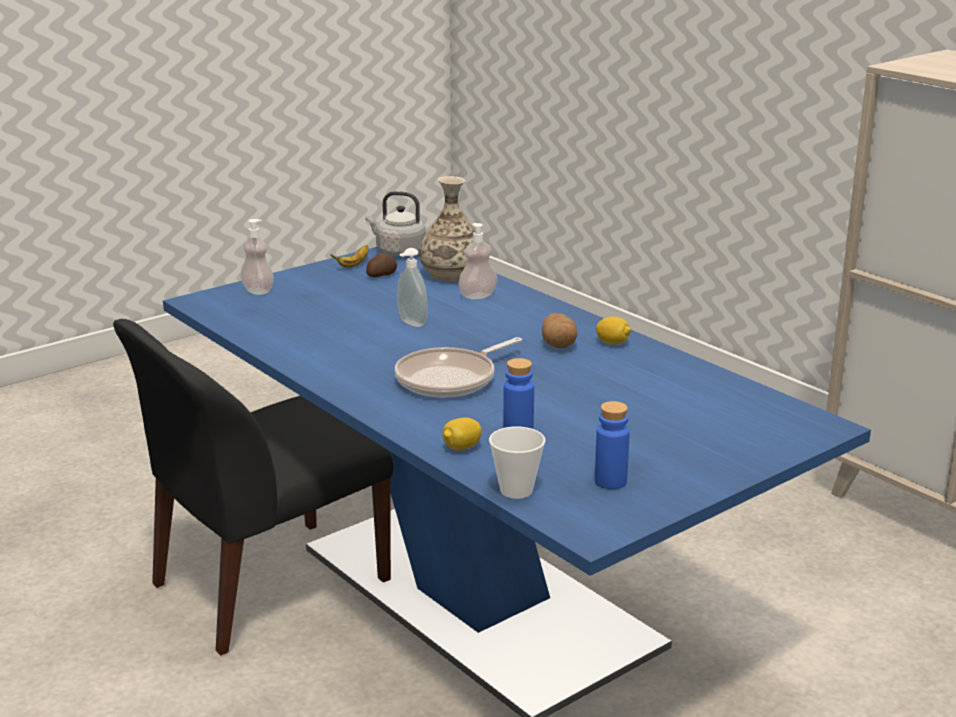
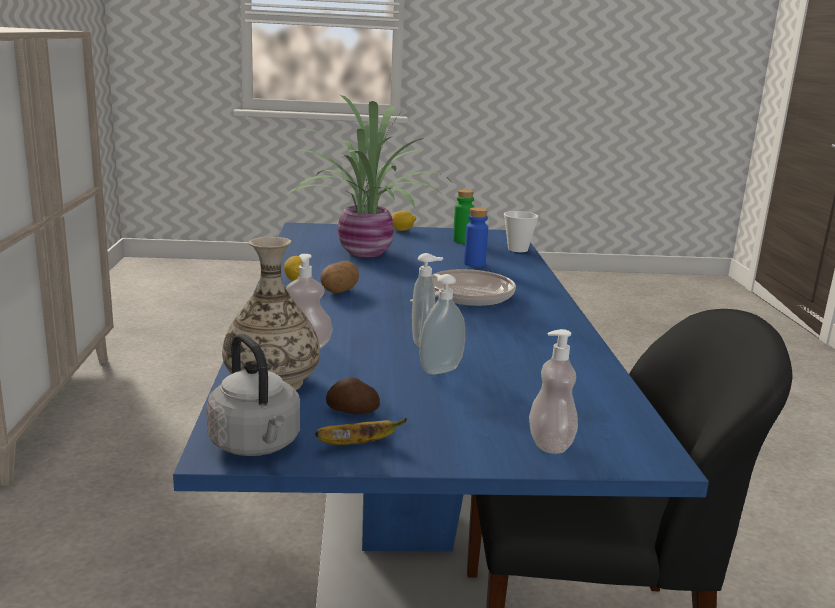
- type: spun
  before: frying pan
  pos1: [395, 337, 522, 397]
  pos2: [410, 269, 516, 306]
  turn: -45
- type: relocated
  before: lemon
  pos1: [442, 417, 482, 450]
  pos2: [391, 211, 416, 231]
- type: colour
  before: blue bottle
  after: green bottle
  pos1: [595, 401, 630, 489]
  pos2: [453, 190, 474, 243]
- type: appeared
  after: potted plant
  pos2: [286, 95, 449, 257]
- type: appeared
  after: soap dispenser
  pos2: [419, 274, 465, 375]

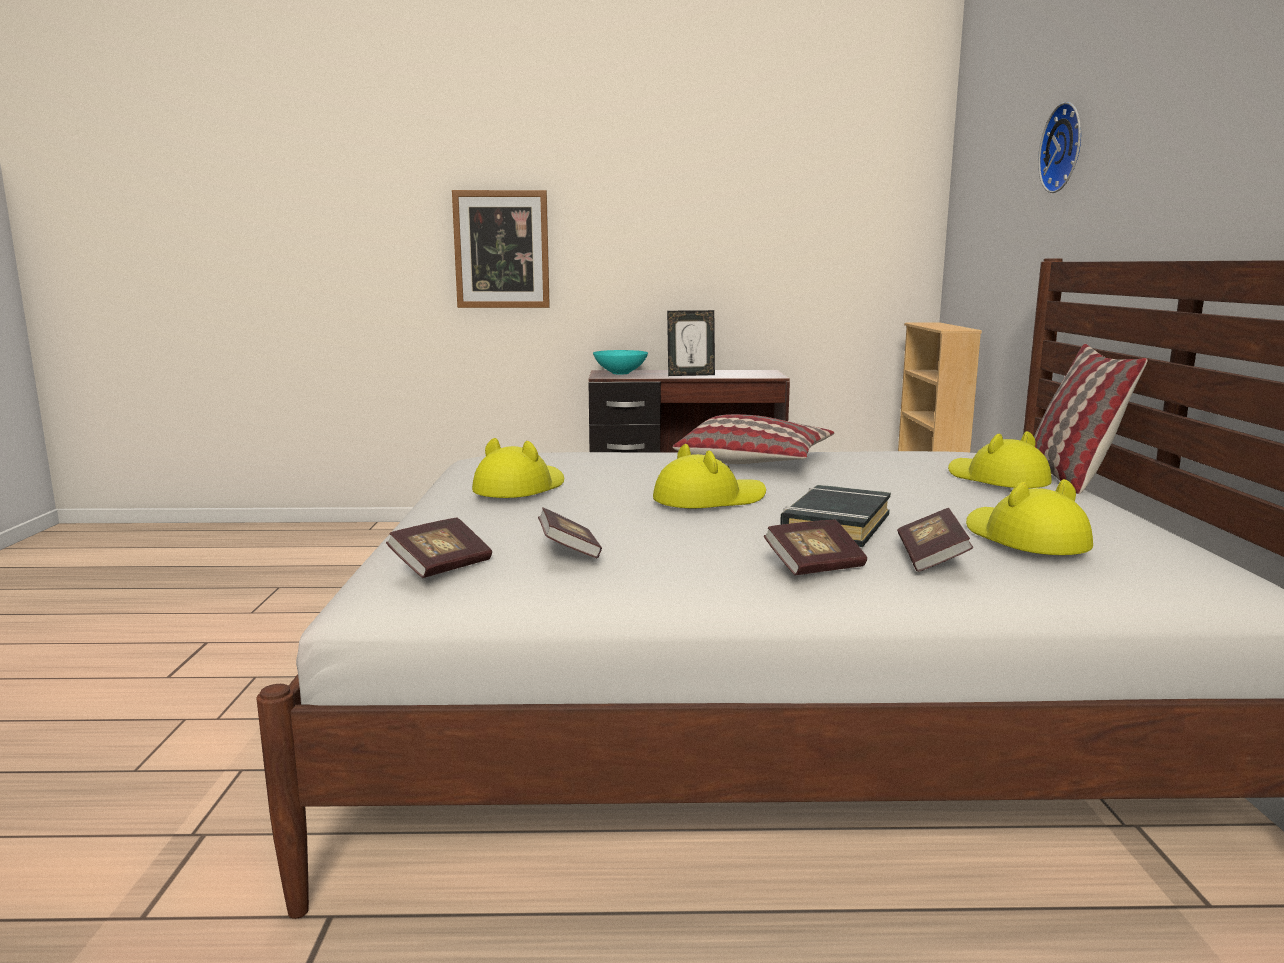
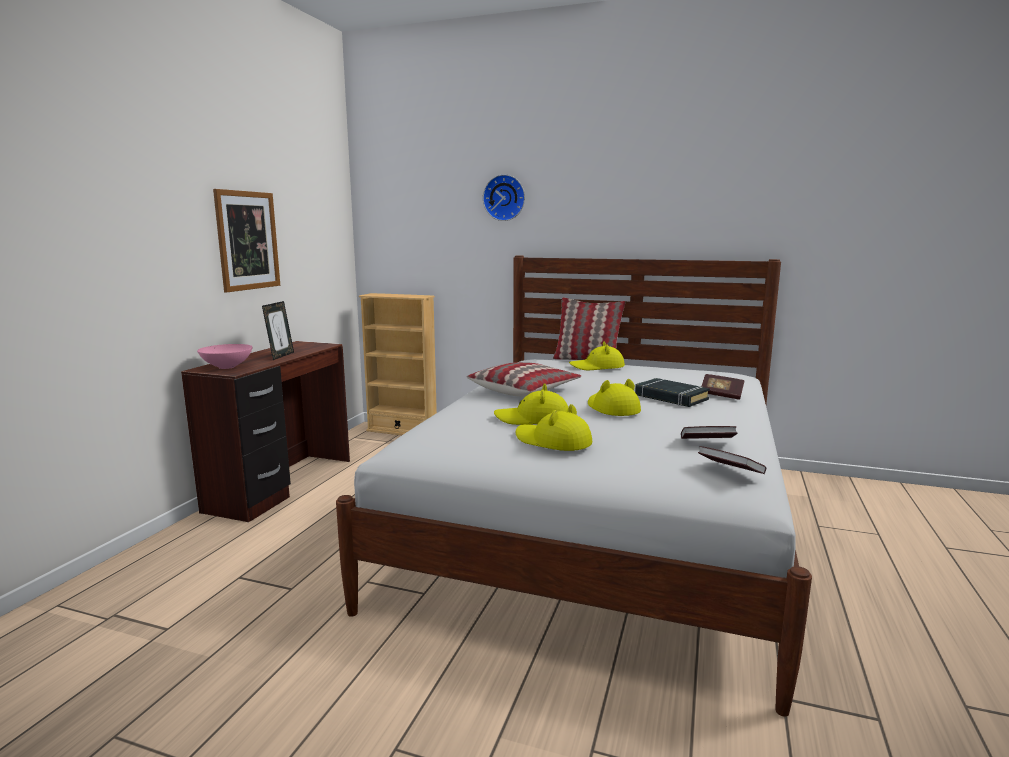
- type: relocated
  before: picture
  pos1: [452, 190, 550, 308]
  pos2: [213, 189, 280, 292]
- type: colour
  before: turquoise bowl
  after: pink bowl
  pos1: [593, 350, 648, 374]
  pos2: [197, 344, 253, 369]
- type: missing
  before: book
  pos1: [764, 520, 867, 575]
- type: relocated
  before: yellow hat
  pos1: [966, 479, 1093, 555]
  pos2: [494, 383, 568, 425]

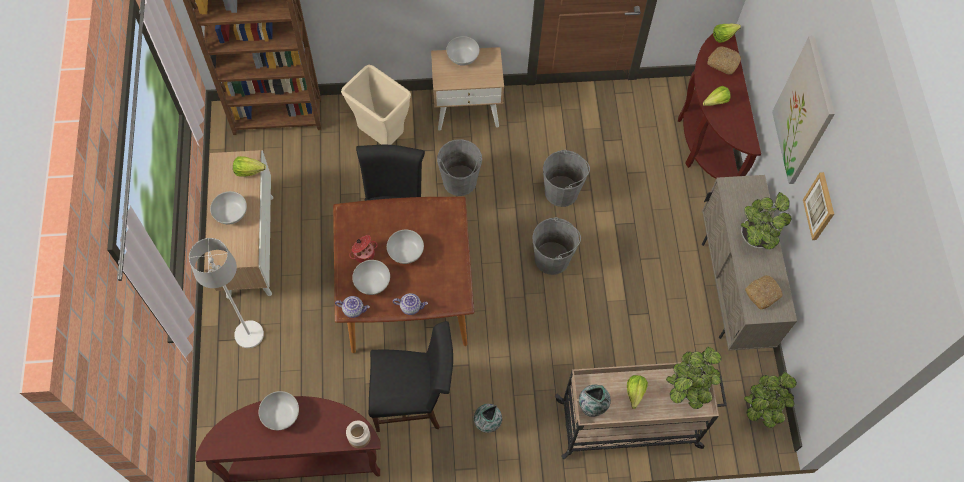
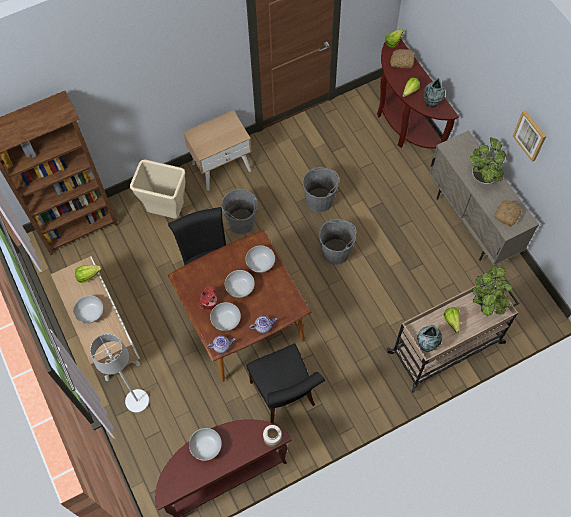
- type: spun
  before: black chair
  pos1: [369, 321, 453, 432]
  pos2: [246, 344, 325, 423]
  turn: 90
- type: relocated
  before: white bowl
  pos1: [446, 36, 480, 66]
  pos2: [246, 245, 275, 273]
- type: relocated
  before: vase
  pos1: [474, 404, 502, 433]
  pos2: [423, 78, 445, 108]
- type: missing
  before: potted plant
  pos1: [744, 372, 797, 428]
- type: missing
  before: picture
  pos1: [772, 36, 835, 184]

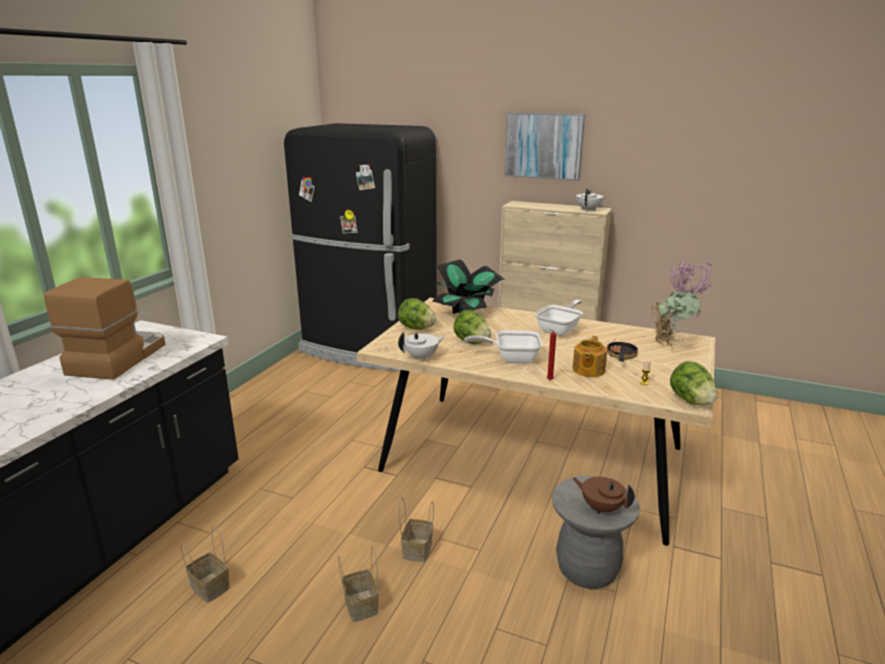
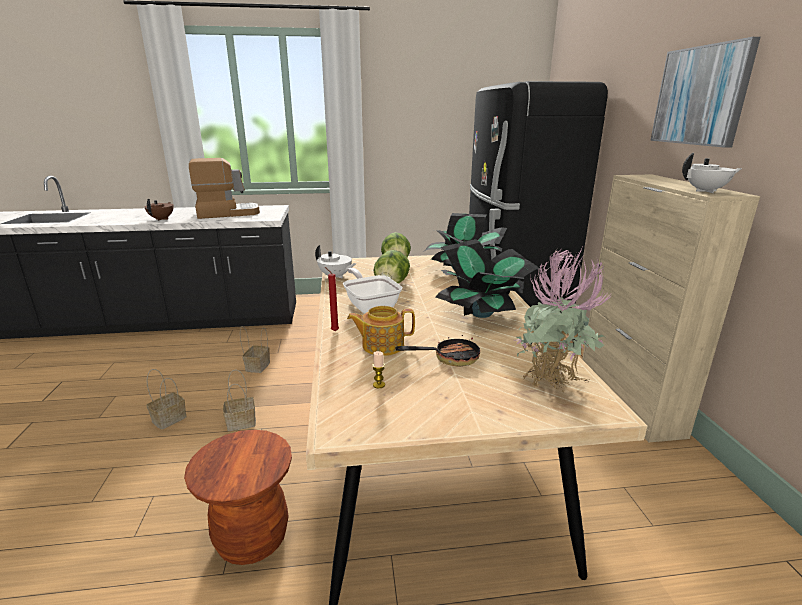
- type: relocated
  before: basket
  pos1: [181, 526, 230, 603]
  pos2: [240, 326, 270, 373]
- type: exchanged
  before: frying pan
  after: potted plant
  pos1: [535, 300, 583, 336]
  pos2: [436, 239, 540, 318]
- type: colour
  before: grey stool
  after: brown stool
  pos1: [552, 476, 640, 589]
  pos2: [184, 430, 292, 565]
- type: relocated
  before: brown teapot
  pos1: [573, 477, 635, 514]
  pos2: [145, 199, 174, 221]
- type: missing
  before: lettuce
  pos1: [670, 361, 717, 405]

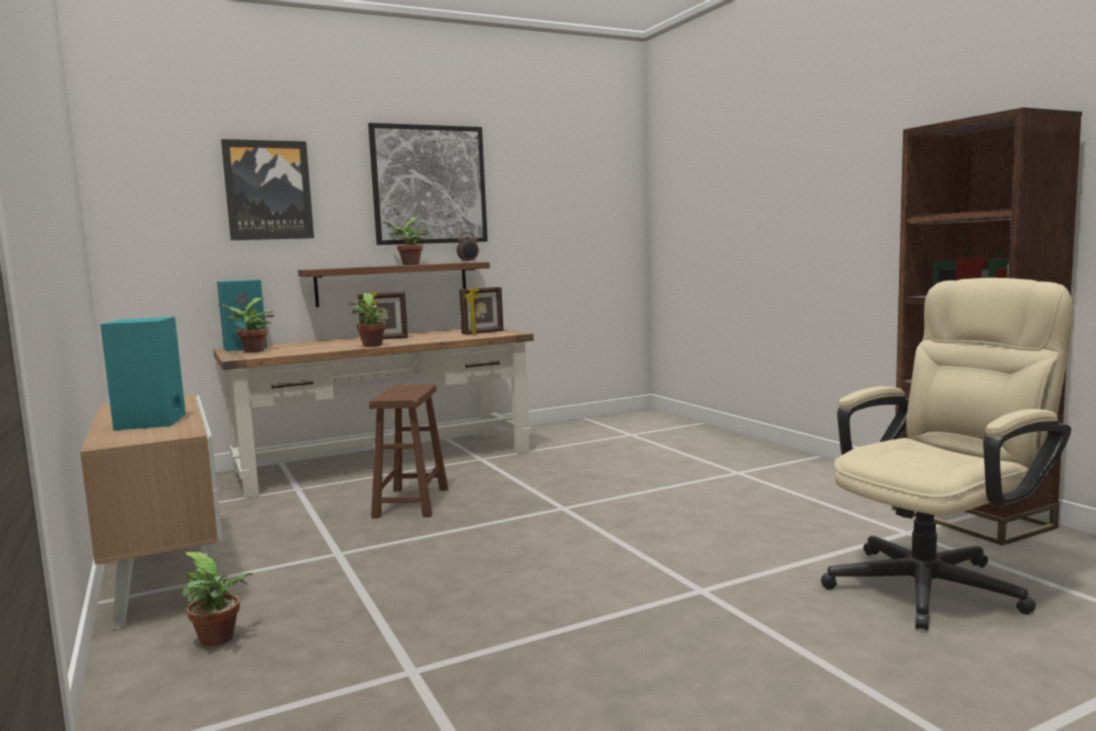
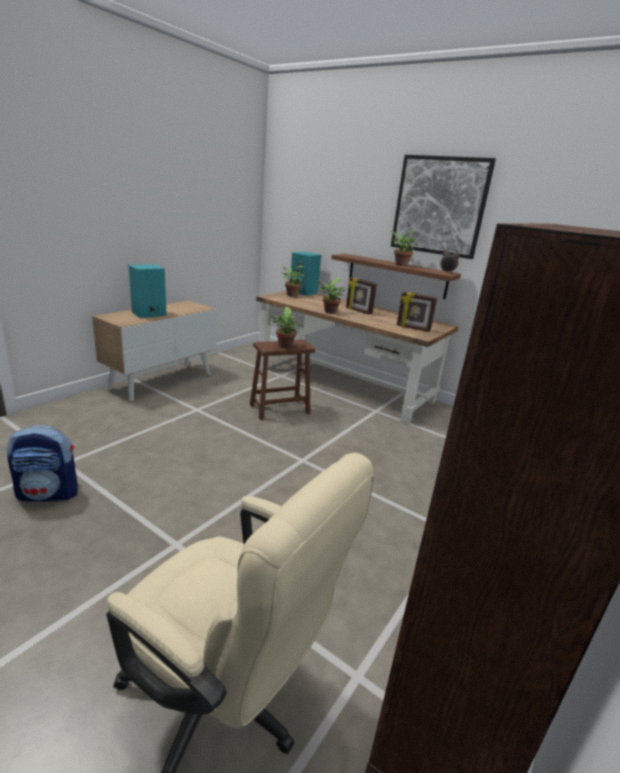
- type: relocated
  before: potted plant
  pos1: [182, 552, 253, 647]
  pos2: [272, 307, 304, 348]
- type: missing
  before: picture
  pos1: [221, 139, 314, 240]
- type: appeared
  after: backpack
  pos2: [7, 425, 78, 502]

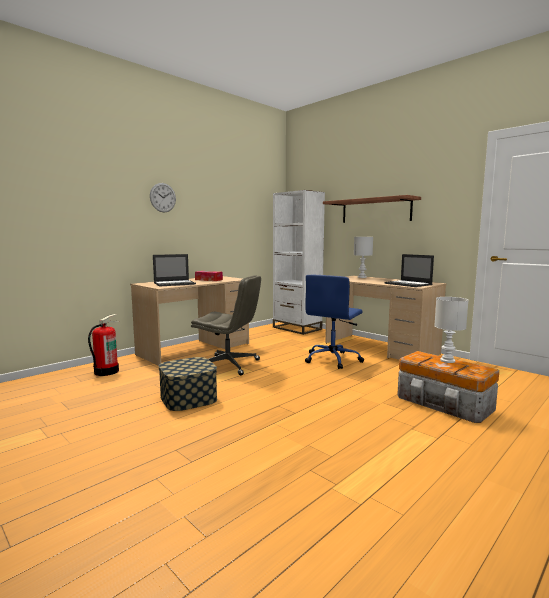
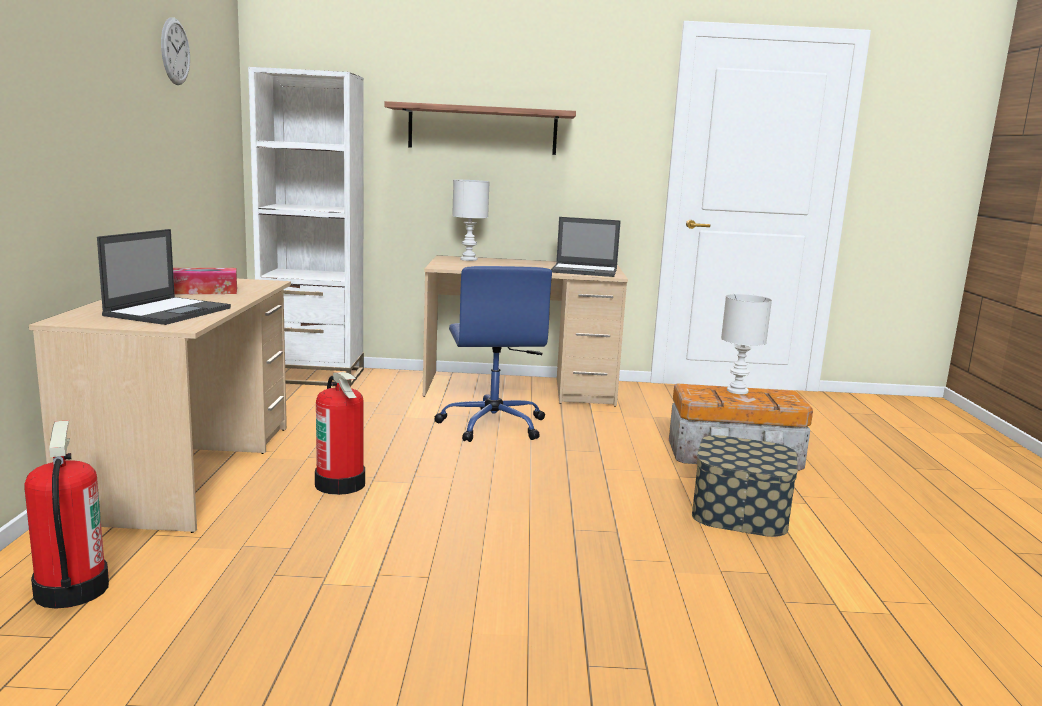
- type: relocated
  before: wall clock
  pos1: [150, 183, 176, 212]
  pos2: [161, 17, 190, 85]
- type: relocated
  before: storage box
  pos1: [159, 357, 217, 411]
  pos2: [692, 435, 798, 537]
- type: exchanged
  before: grey office chair
  after: fire extinguisher
  pos1: [191, 275, 261, 375]
  pos2: [315, 372, 365, 495]

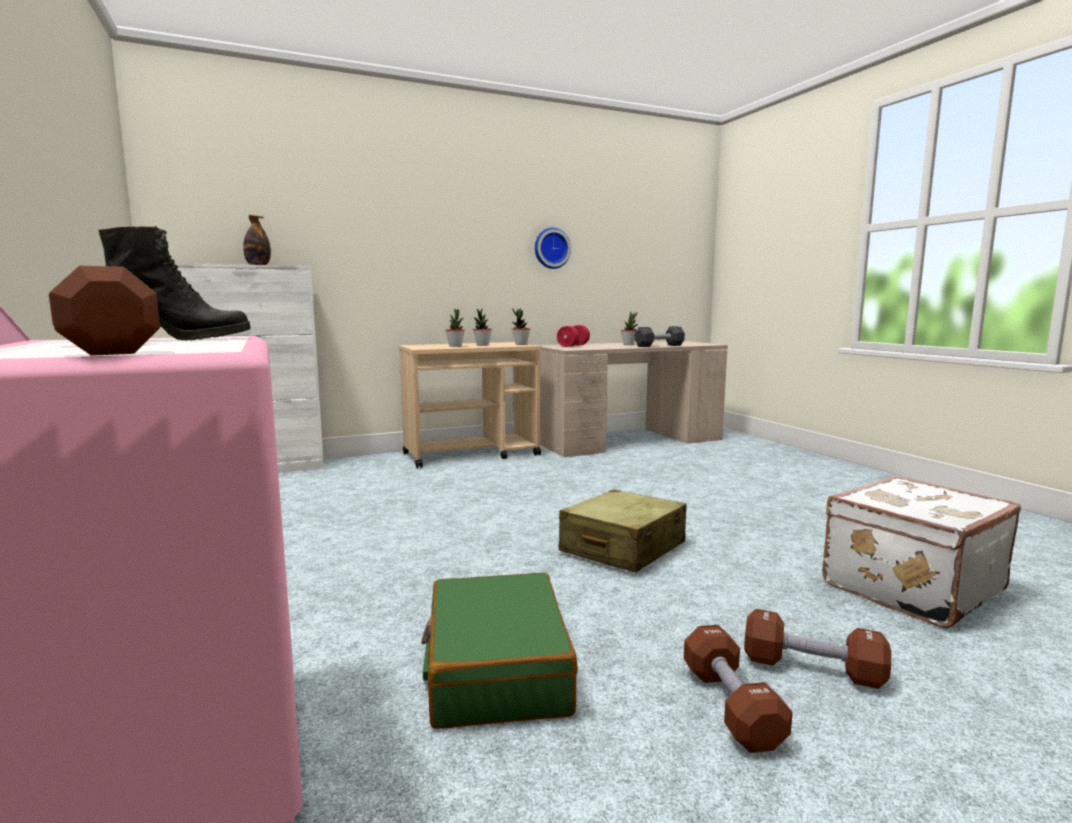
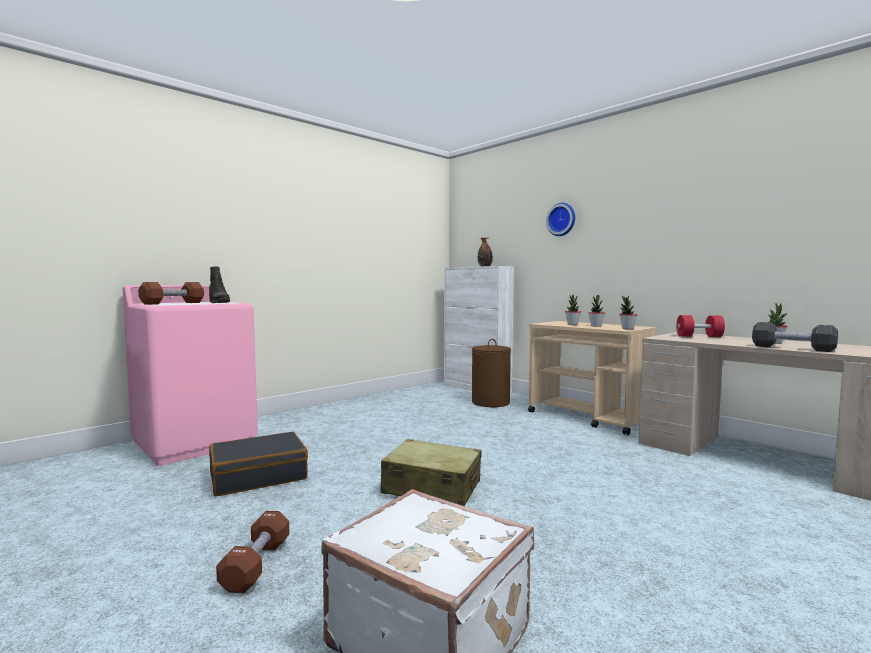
- type: colour
  before: green suitcase
  after: black suitcase
  pos1: [421, 572, 578, 729]
  pos2: [209, 431, 308, 496]
- type: relocated
  before: wall clock
  pos1: [535, 228, 571, 269]
  pos2: [546, 203, 575, 236]
- type: missing
  before: brown dumbbell
  pos1: [684, 625, 793, 753]
- type: appeared
  after: brown laundry basket
  pos2: [472, 339, 511, 407]

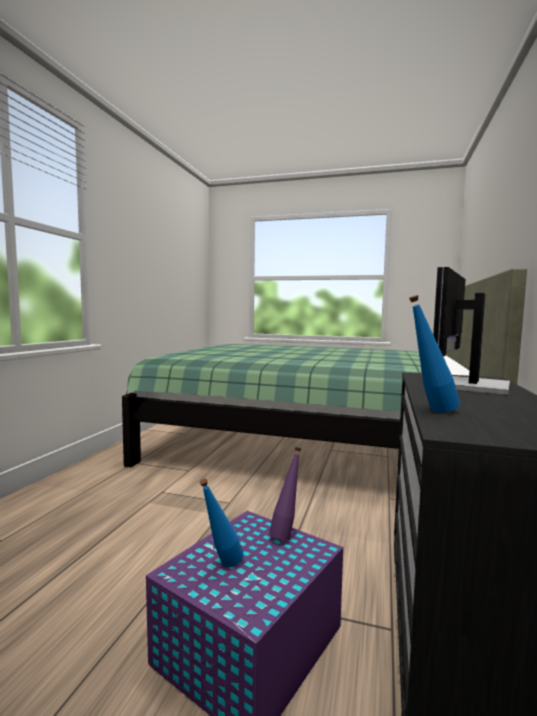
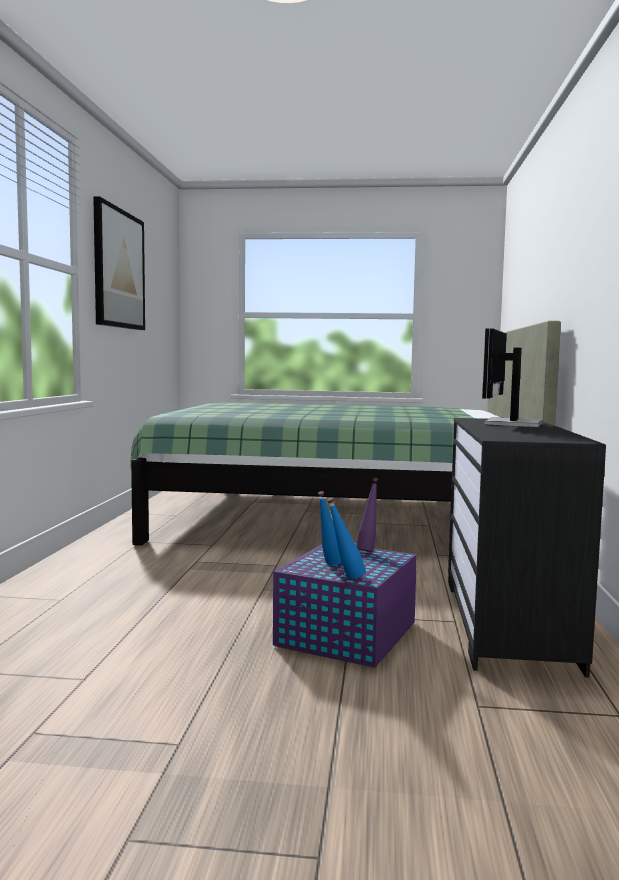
- type: relocated
  before: blue bottle
  pos1: [409, 295, 460, 413]
  pos2: [327, 498, 366, 579]
- type: appeared
  after: picture
  pos2: [93, 196, 145, 330]

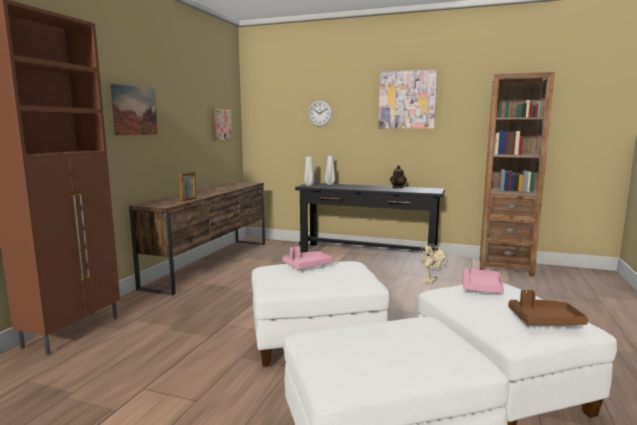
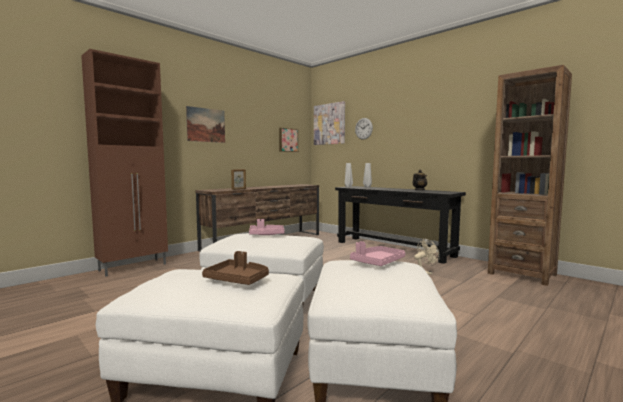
- type: relocated
  before: picture
  pos1: [378, 70, 437, 129]
  pos2: [314, 101, 345, 145]
- type: relocated
  before: brown tray
  pos1: [508, 290, 588, 325]
  pos2: [202, 251, 269, 285]

